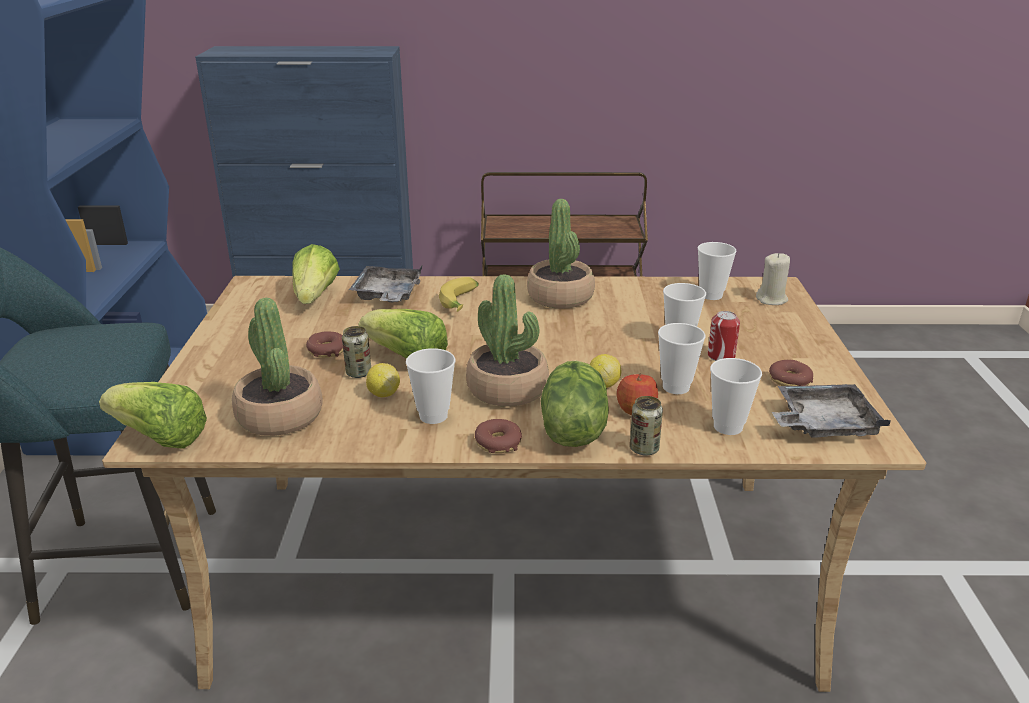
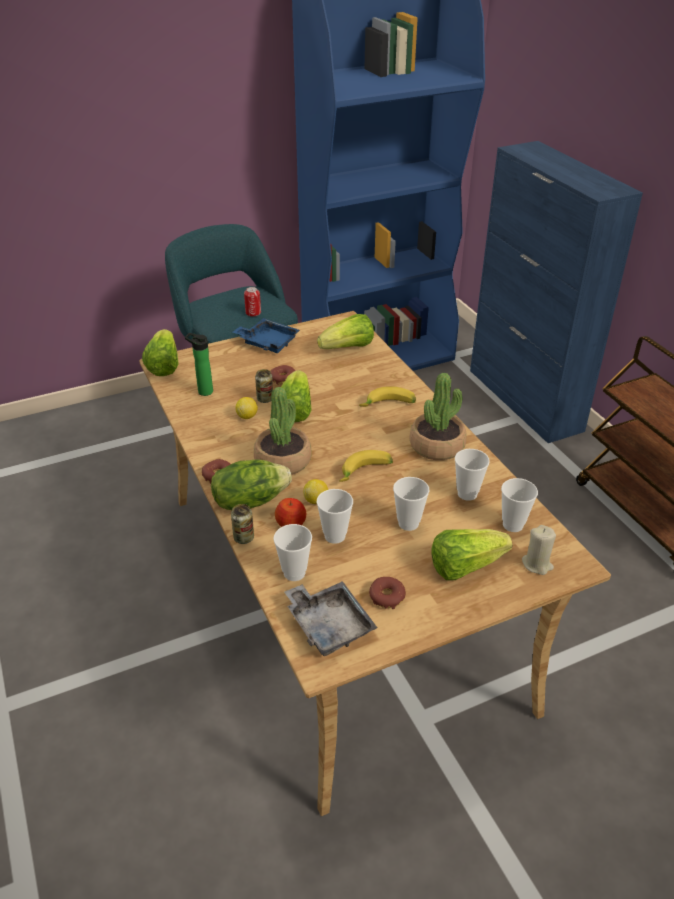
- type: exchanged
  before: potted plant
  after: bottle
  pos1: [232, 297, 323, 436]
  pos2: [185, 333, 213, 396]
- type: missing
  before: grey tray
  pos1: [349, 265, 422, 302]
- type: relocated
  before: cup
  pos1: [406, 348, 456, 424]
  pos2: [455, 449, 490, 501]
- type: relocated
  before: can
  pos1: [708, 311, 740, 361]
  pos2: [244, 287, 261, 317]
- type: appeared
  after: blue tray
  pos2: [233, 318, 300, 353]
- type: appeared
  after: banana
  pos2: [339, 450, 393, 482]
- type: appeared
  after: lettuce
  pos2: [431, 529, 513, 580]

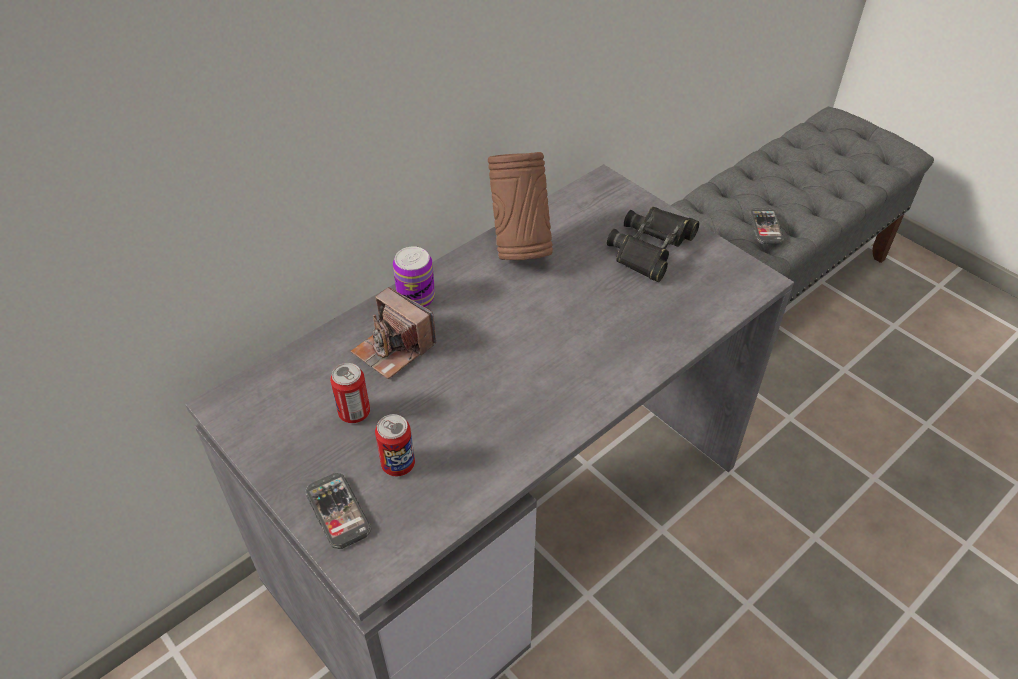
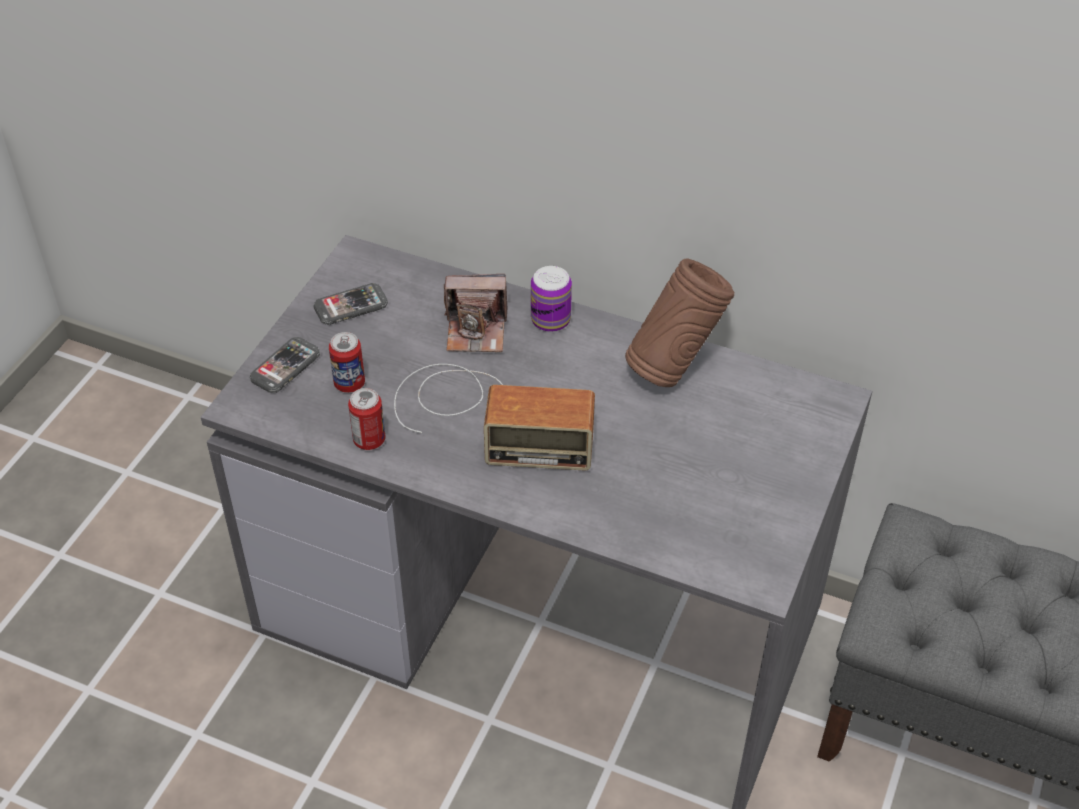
- type: relocated
  before: can
  pos1: [330, 363, 370, 423]
  pos2: [348, 388, 385, 450]
- type: spun
  before: photo camera
  pos1: [351, 287, 437, 379]
  pos2: [444, 274, 507, 352]
  turn: -105
- type: missing
  before: black binoculars
  pos1: [607, 207, 700, 282]
- type: relocated
  before: phone
  pos1: [749, 208, 784, 244]
  pos2: [314, 283, 388, 325]
- type: appeared
  after: radio
  pos2: [394, 364, 595, 471]

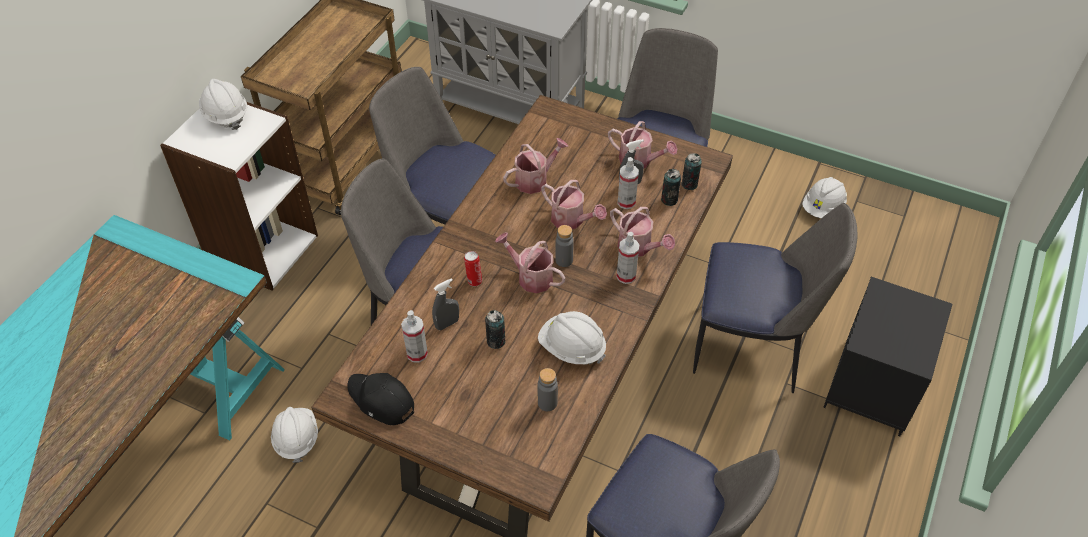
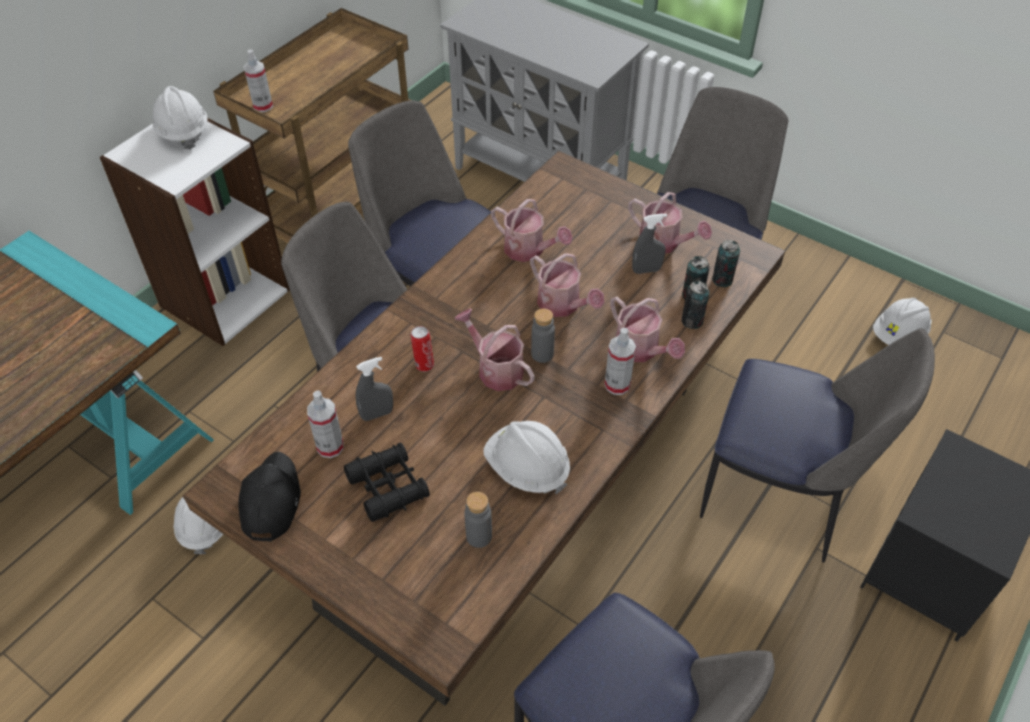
- type: spun
  before: black cap
  pos1: [348, 373, 414, 425]
  pos2: [238, 451, 301, 542]
  turn: 45
- type: relocated
  before: can
  pos1: [485, 310, 505, 349]
  pos2: [682, 281, 710, 329]
- type: spun
  before: watering can
  pos1: [503, 138, 569, 194]
  pos2: [491, 199, 573, 262]
  turn: 60
- type: relocated
  before: spray bottle
  pos1: [617, 157, 639, 209]
  pos2: [244, 49, 273, 112]
- type: appeared
  after: black binoculars
  pos2: [344, 442, 430, 522]

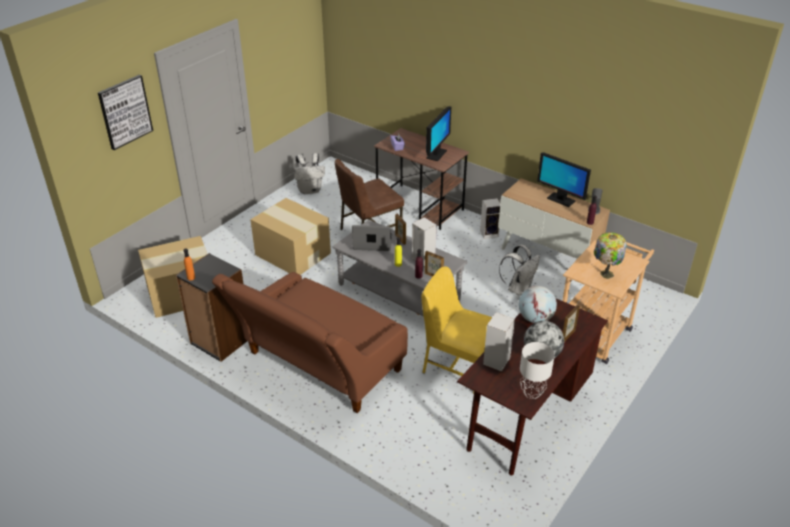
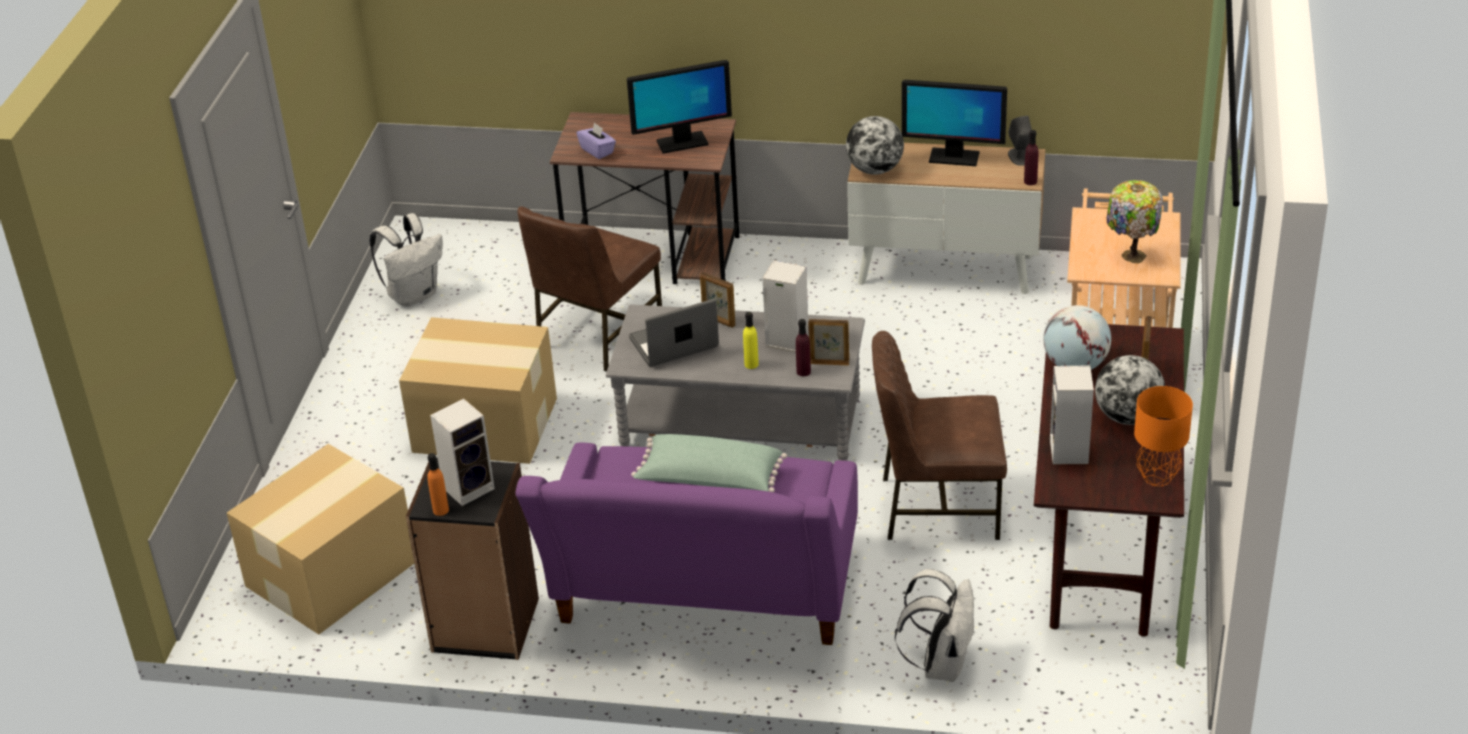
- type: missing
  before: picture
  pos1: [98, 75, 153, 150]
- type: colour
  before: brown sofa
  after: purple sofa
  pos1: [212, 272, 408, 413]
  pos2: [515, 442, 858, 645]
- type: colour
  before: yellow chair
  after: brown chair
  pos1: [422, 266, 492, 394]
  pos2: [872, 331, 1007, 540]
- type: spun
  before: monitor
  pos1: [426, 106, 451, 161]
  pos2: [627, 60, 732, 154]
  turn: 75
- type: relocated
  before: speaker
  pos1: [480, 198, 500, 239]
  pos2: [430, 399, 495, 506]
- type: relocated
  before: white backpack
  pos1: [499, 244, 540, 296]
  pos2: [895, 569, 975, 682]
- type: colour
  before: white table lamp
  after: orange table lamp
  pos1: [520, 342, 555, 399]
  pos2: [1134, 386, 1193, 486]
- type: appeared
  after: green pillow
  pos2: [631, 434, 787, 492]
- type: appeared
  after: globe
  pos2: [846, 116, 904, 175]

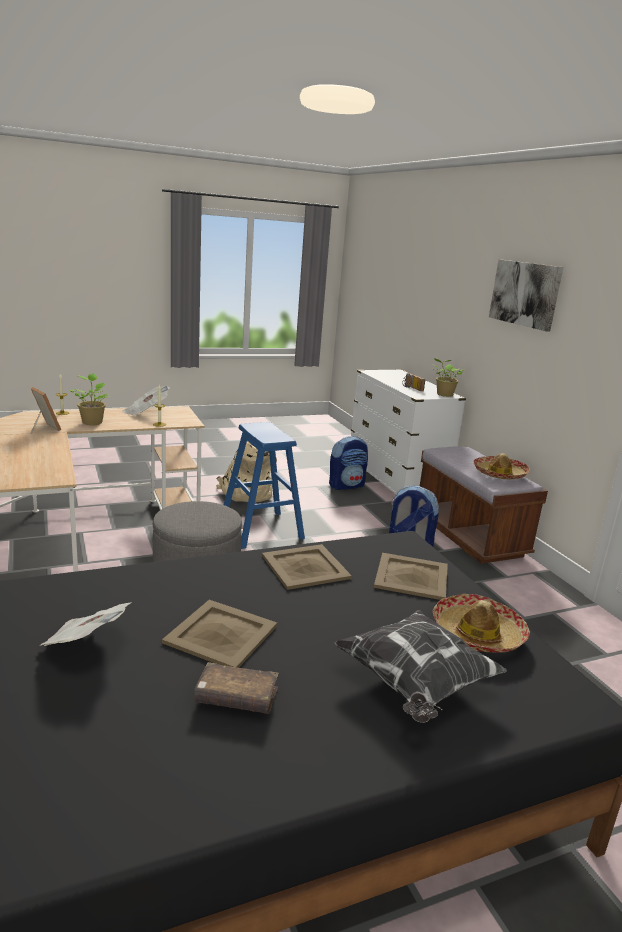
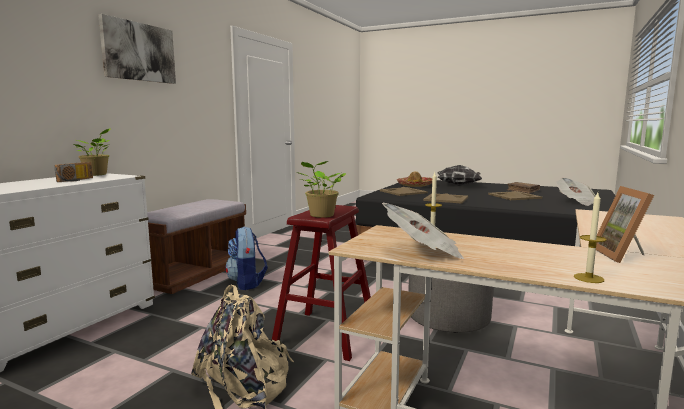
- type: relocated
  before: potted plant
  pos1: [70, 373, 109, 425]
  pos2: [296, 161, 346, 218]
- type: colour
  before: blue stool
  after: red stool
  pos1: [224, 422, 305, 549]
  pos2: [272, 205, 371, 361]
- type: missing
  before: backpack
  pos1: [329, 436, 368, 490]
- type: missing
  before: hat
  pos1: [473, 453, 530, 479]

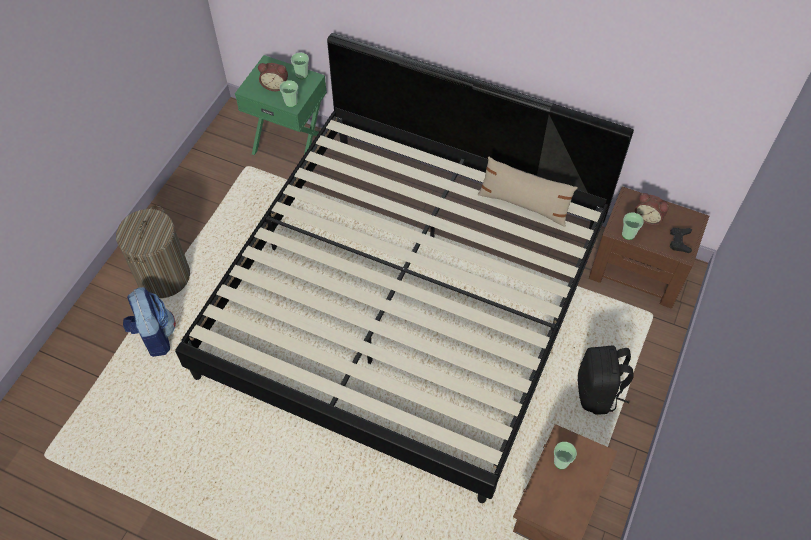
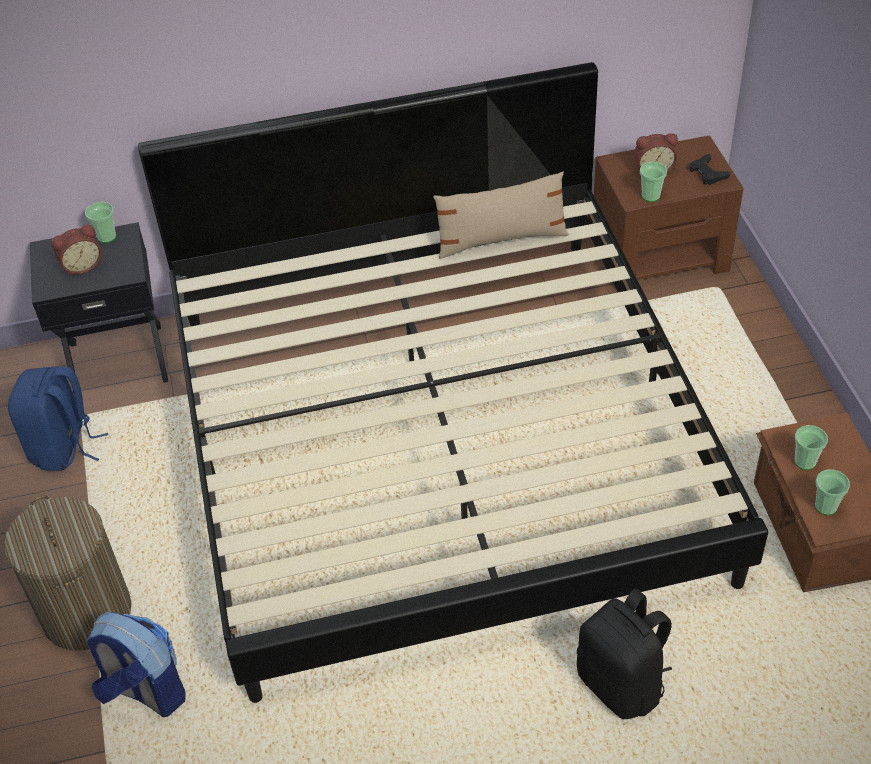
- type: colour
  before: green nightstand
  after: black nightstand
  pos1: [235, 55, 327, 155]
  pos2: [30, 222, 168, 398]
- type: relocated
  before: cup
  pos1: [280, 80, 298, 107]
  pos2: [815, 469, 850, 515]
- type: relocated
  before: black backpack
  pos1: [577, 345, 634, 414]
  pos2: [577, 588, 672, 719]
- type: appeared
  after: blue backpack
  pos2: [8, 366, 108, 471]

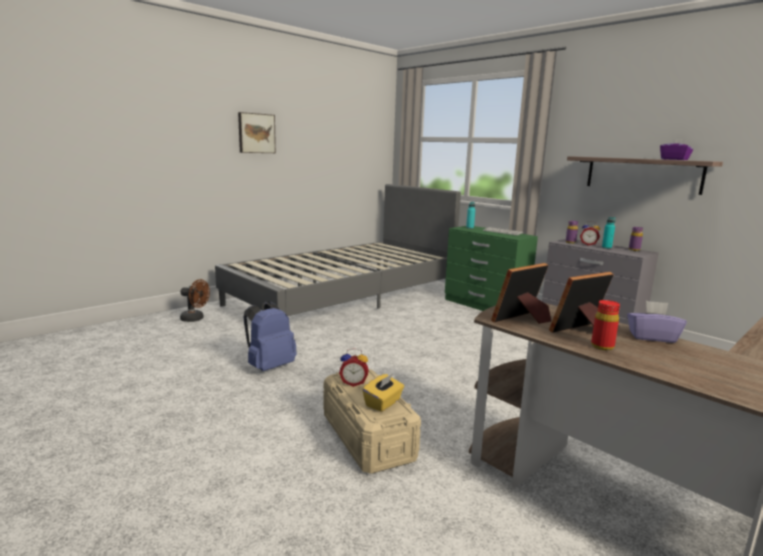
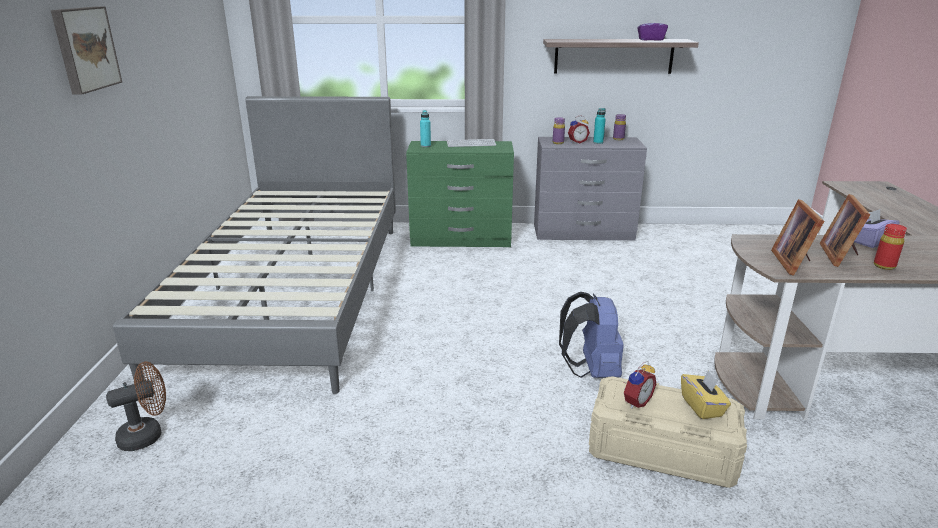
- type: relocated
  before: blue backpack
  pos1: [244, 301, 297, 371]
  pos2: [559, 292, 624, 378]

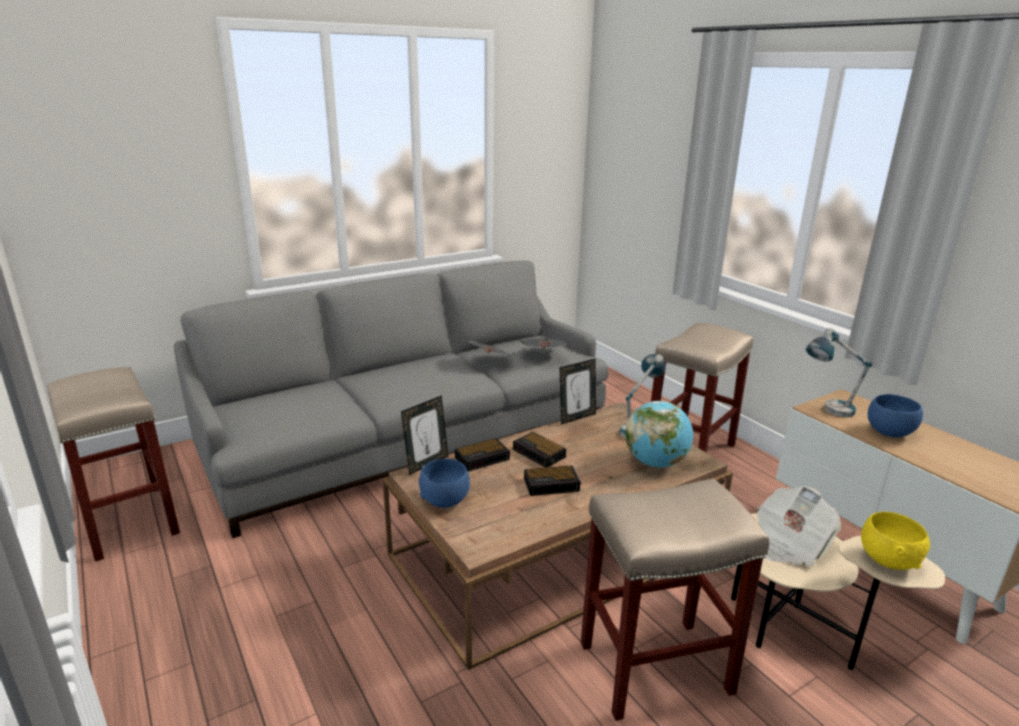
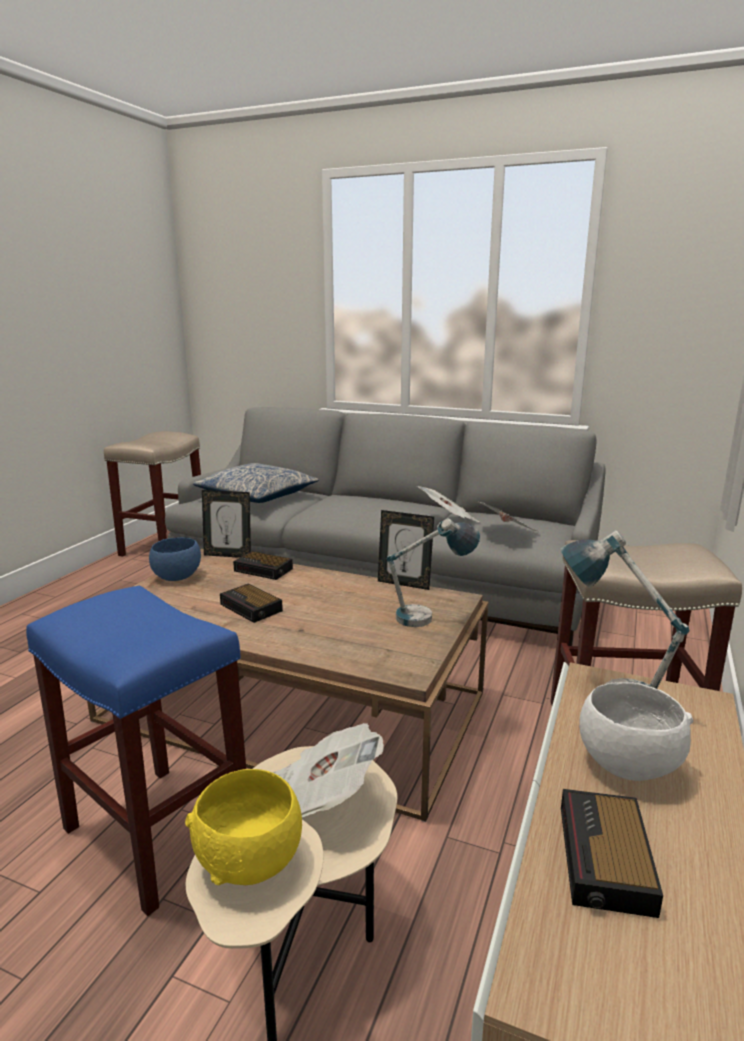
- type: relocated
  before: alarm clock
  pos1: [513, 432, 566, 468]
  pos2: [561, 789, 663, 918]
- type: colour
  before: beige stool
  after: blue stool
  pos1: [581, 478, 769, 721]
  pos2: [26, 586, 246, 916]
- type: missing
  before: globe
  pos1: [626, 401, 693, 468]
- type: colour
  before: blue bowl
  after: white bowl
  pos1: [867, 394, 923, 438]
  pos2: [579, 682, 694, 781]
- type: appeared
  after: pillow
  pos2: [193, 463, 319, 503]

